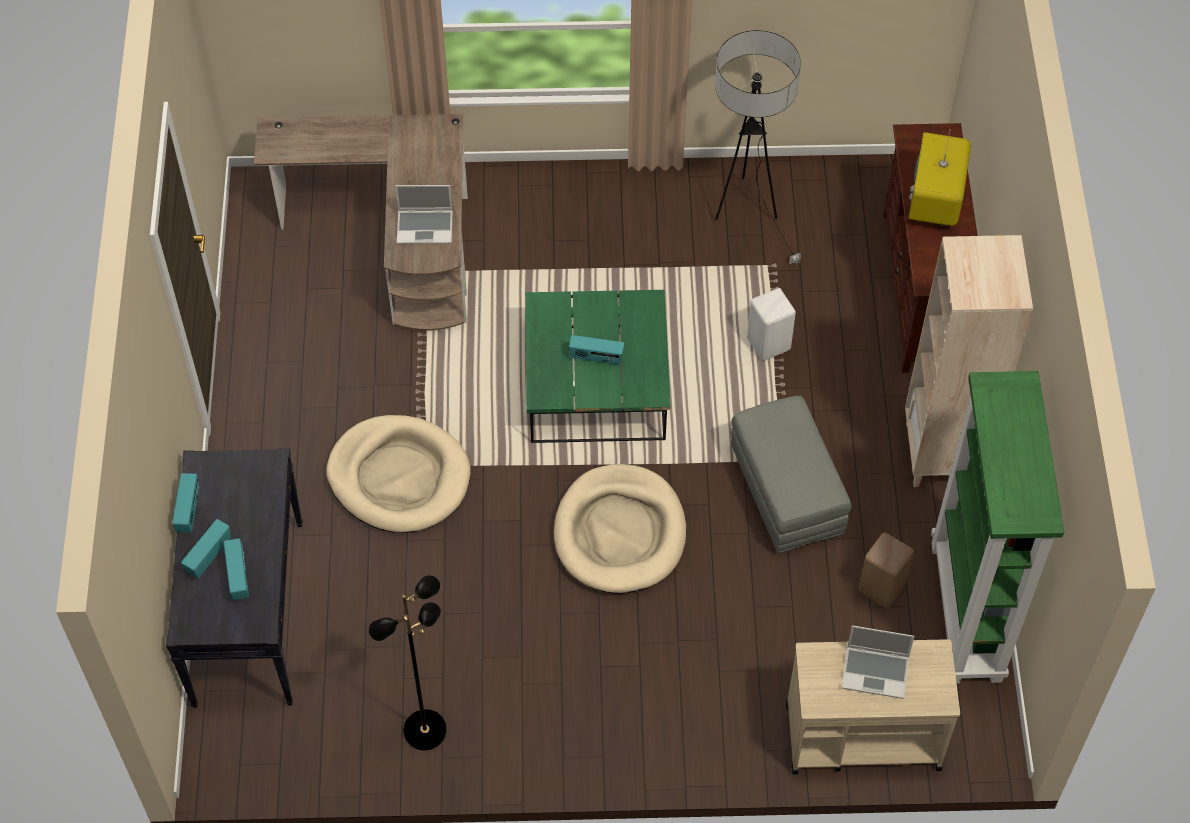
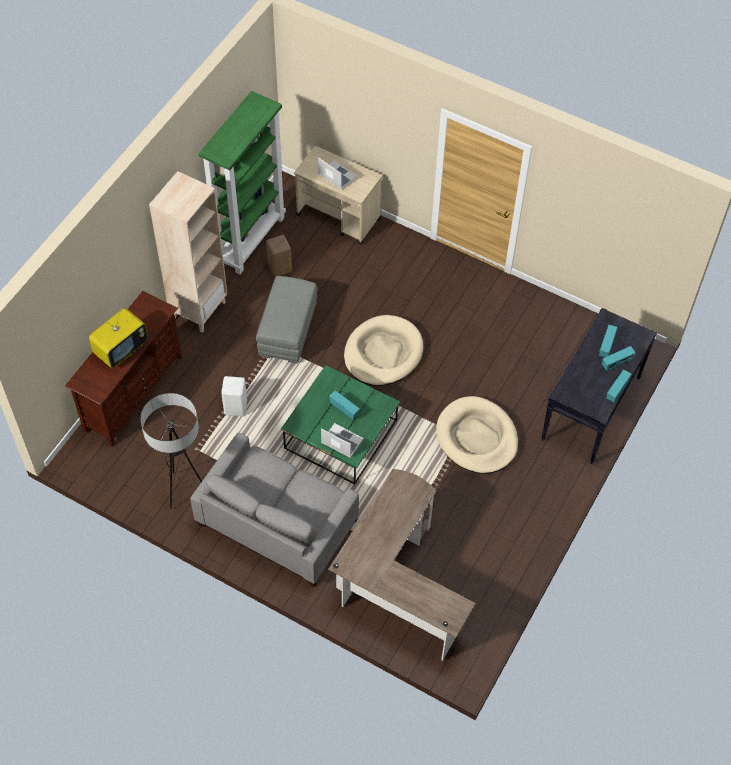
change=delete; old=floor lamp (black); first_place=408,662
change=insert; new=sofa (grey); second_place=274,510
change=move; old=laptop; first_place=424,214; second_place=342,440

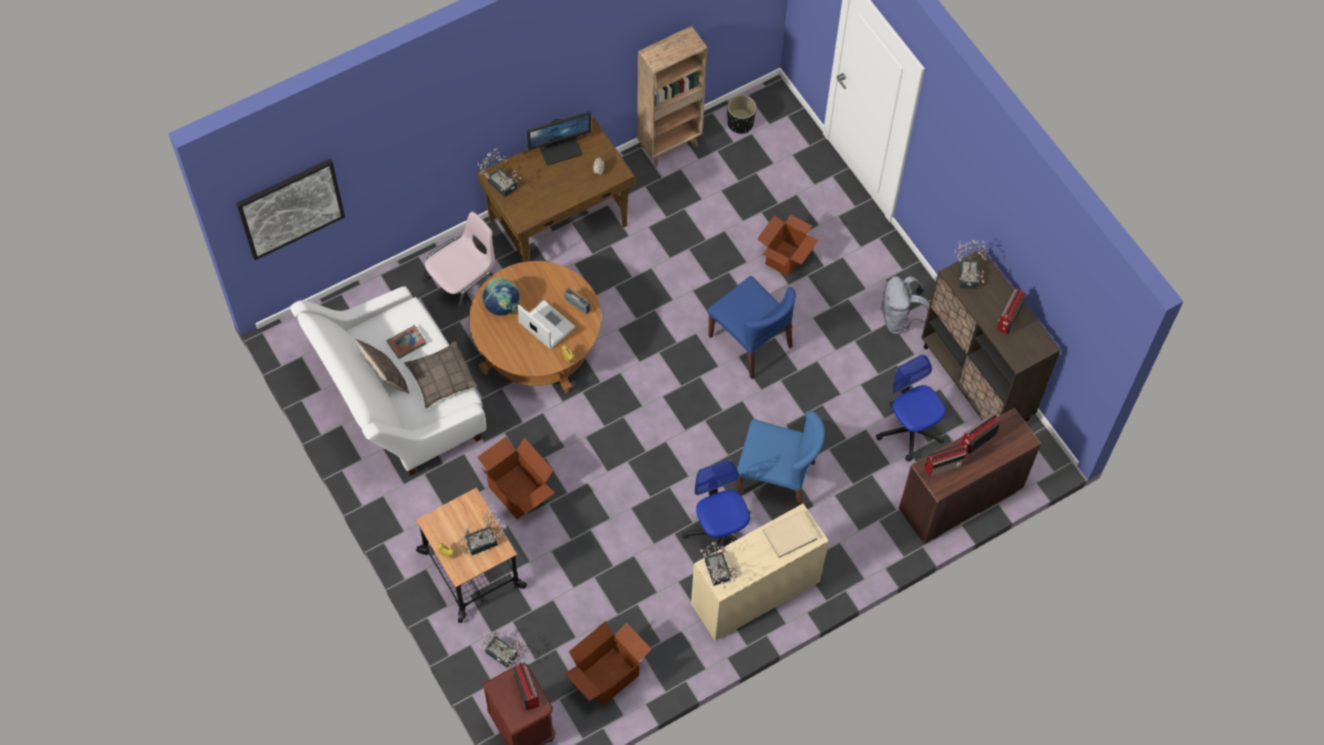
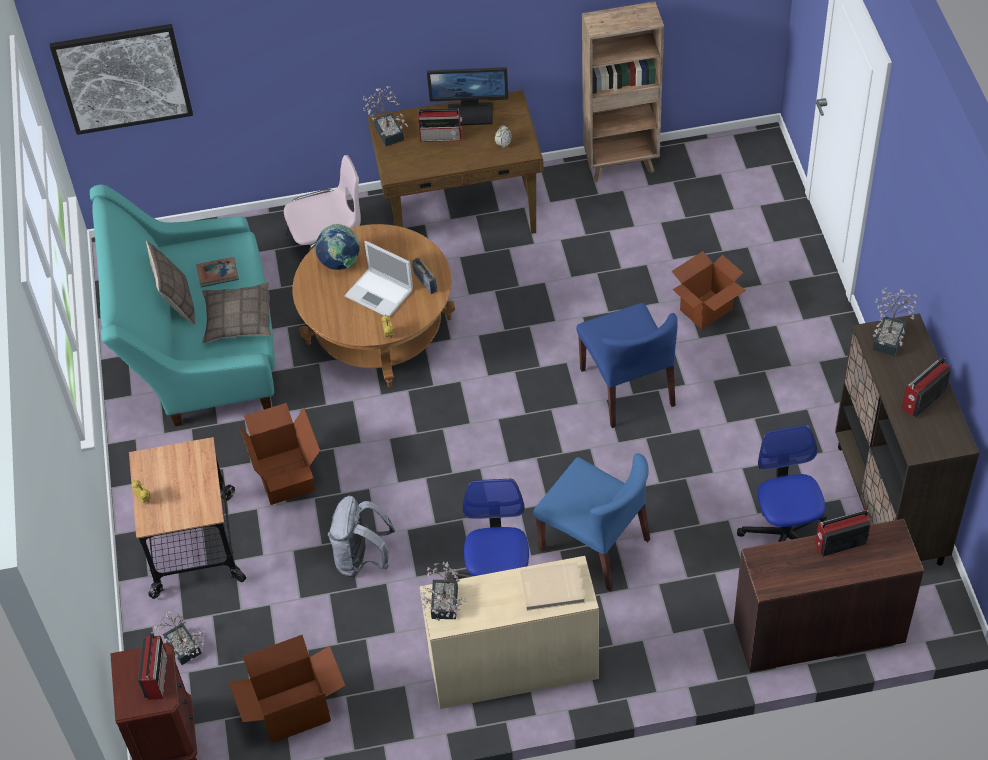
change=delete; old=potted plant; first_place=482,532
change=delete; old=planter (black); first_place=741,114
change=move; old=backpack (grey); first_place=905,305; second_place=361,536
change=move; old=radio; first_place=946,461; second_place=440,125
change=recolor; old=sofa (white); new=sofa (turquoise); first_place=388,381; second_place=182,305
change=rotate; old=laptop; first_place=546,324; second_place=378,278; degrees=150

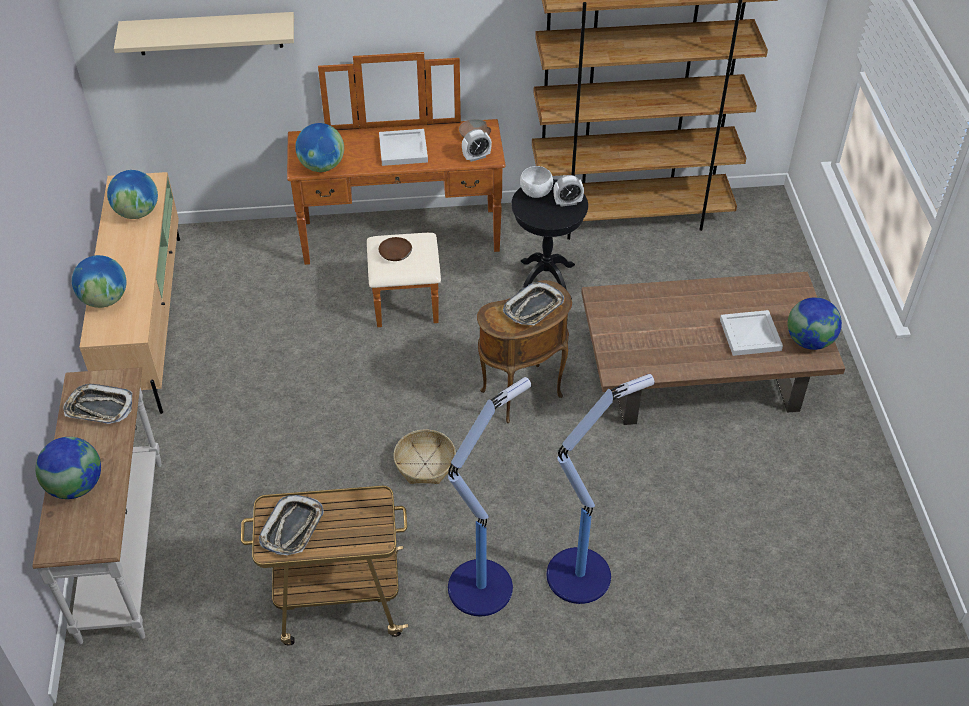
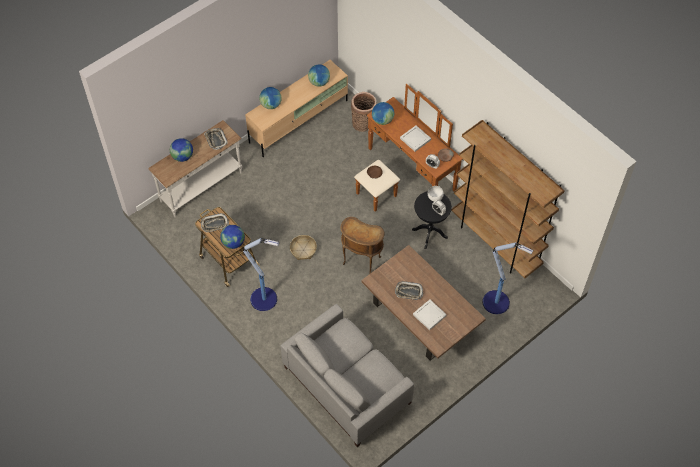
change=delete; old=shelf (beige); first_place=204,33
change=insert; new=sofa (grey); second_place=347,375
change=insert; new=basket; second_place=364,112
change=move; old=tray; first_place=533,303; second_place=409,290
change=move; old=floor lamp; first_place=601,489; second_place=508,278
change=move; old=globe; first_place=815,323; second_place=232,237

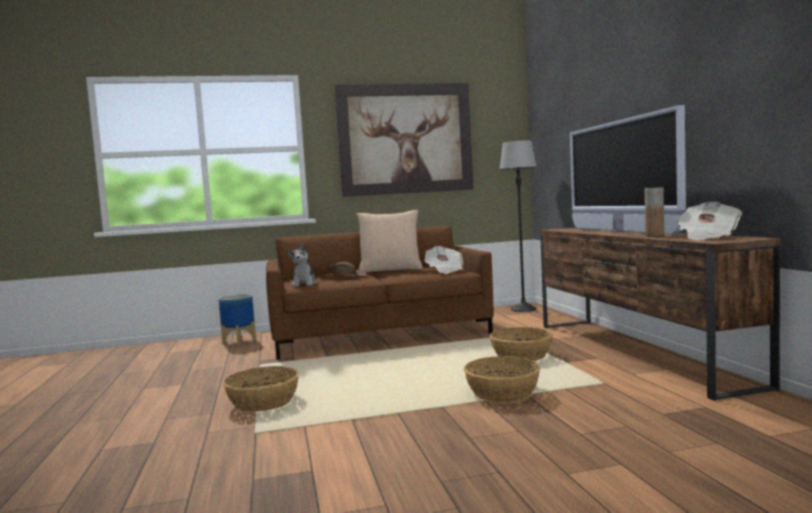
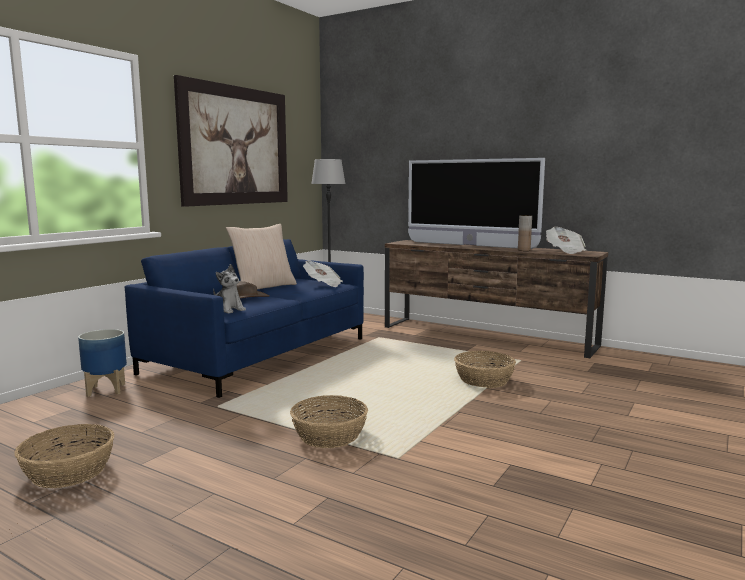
change=move; old=basket; first_place=520,344; second_place=64,456
change=recolor; old=sofa (brown); new=sofa (blue); first_place=380,293; second_place=244,318

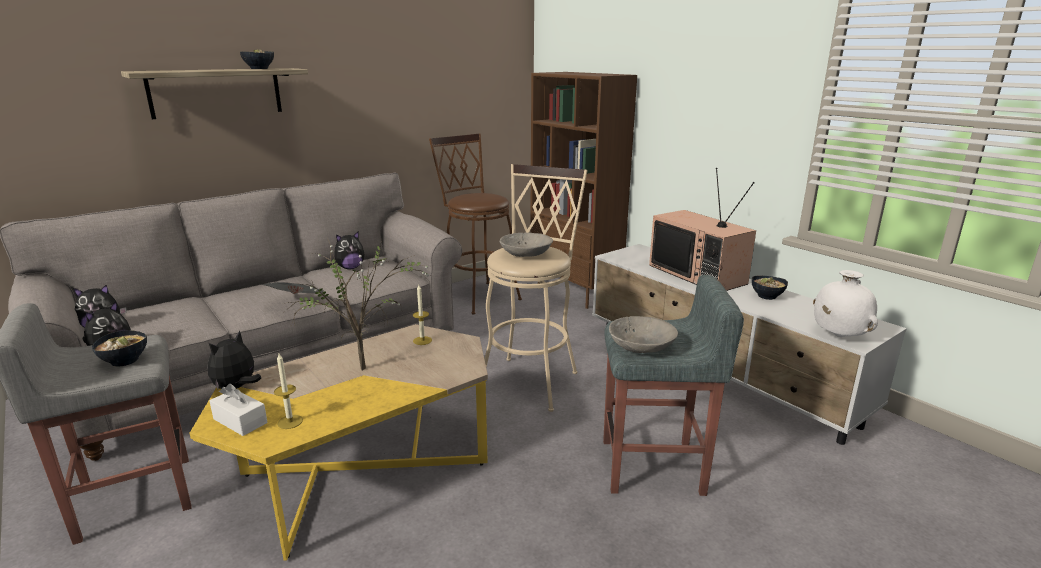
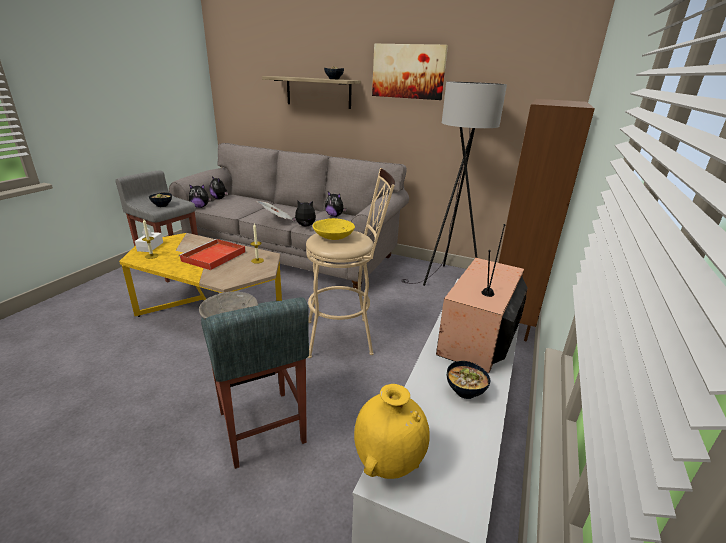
change=insert; new=picture; second_place=410,72
change=move; old=plush toy; first_place=234,360; second_place=304,213
change=replace; old=potted plant; new=tray (red); first_place=355,304; second_place=212,254
change=replace; old=stool (brown); new=floor lamp (grey); first_place=475,223; second_place=454,184
change=recolor; old=bowl (grey); new=bowl (yellow); first_place=526,245; second_place=334,229
change=recolor; old=vase (white); new=vase (yellow); first_place=845,303; second_place=392,431

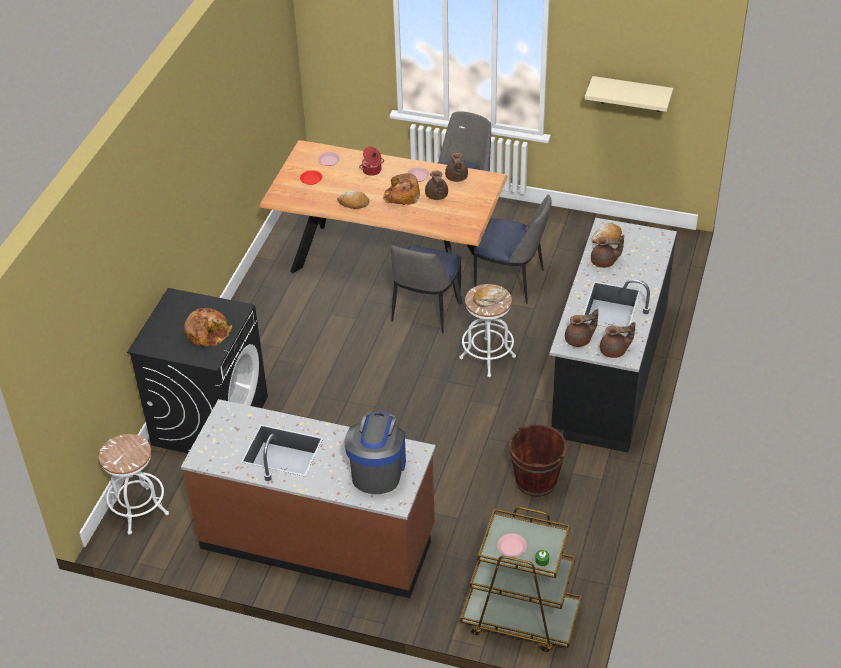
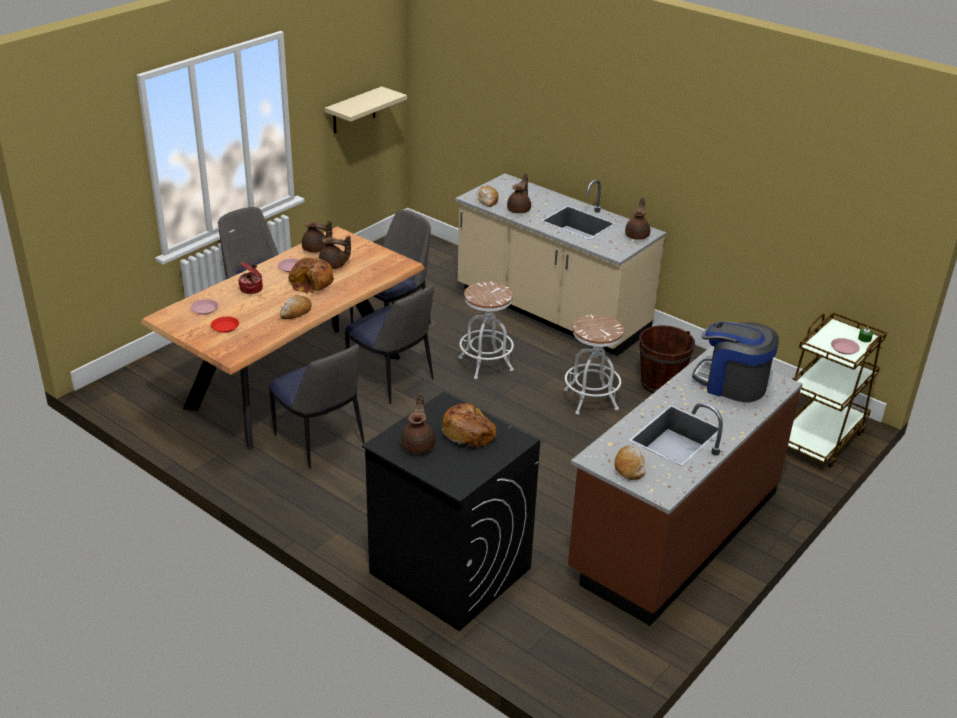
change=insert; new=chair; second_place=316,406
change=move; old=stool (white); first_place=134,484; second_place=594,365
change=move; old=bread; first_place=490,296; second_place=630,463
change=move; old=teapot (brown); first_place=581,328; second_place=418,423
change=recolor; old=counter (black); new=counter (beige); first_place=613,335; second_place=560,264

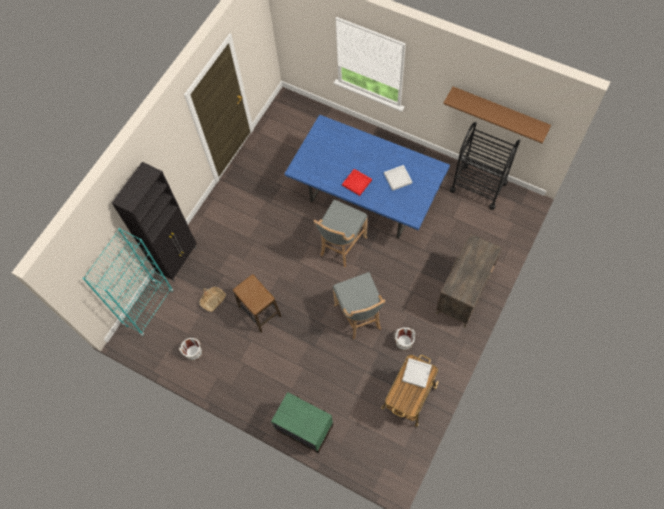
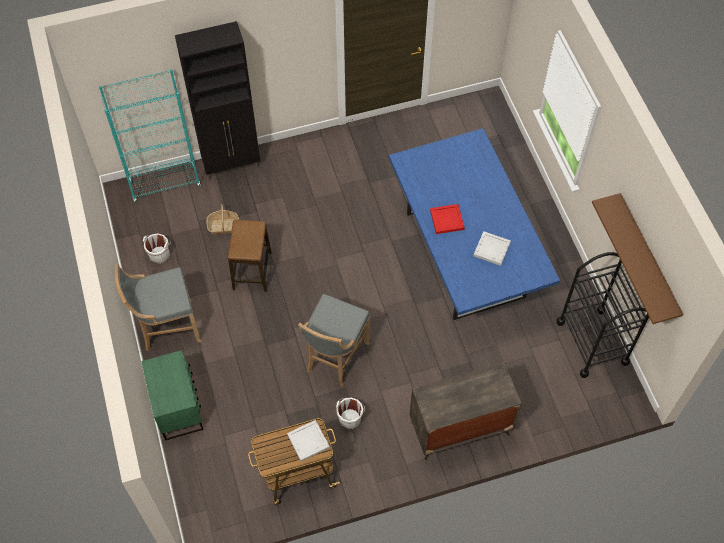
change=move; old=stool (grey); first_place=340,233; second_place=158,307

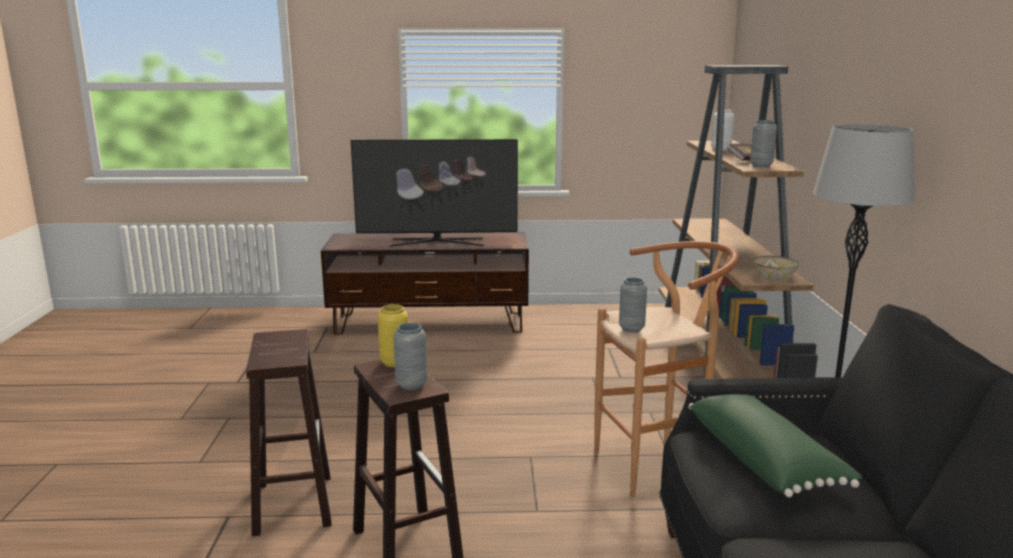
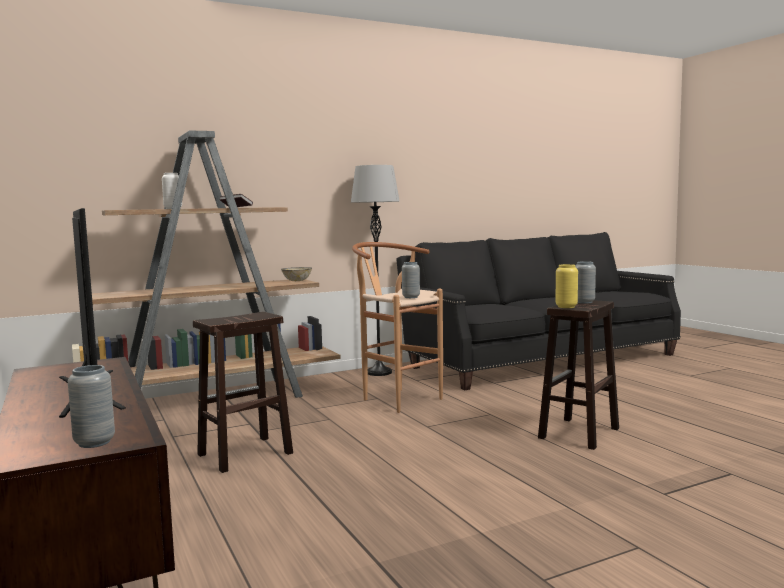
change=delete; old=pillow (green); first_place=775,445
change=move; old=stool (brown); first_place=289,432; second_place=243,392
change=move; old=vase (grey); first_place=763,143; second_place=91,406

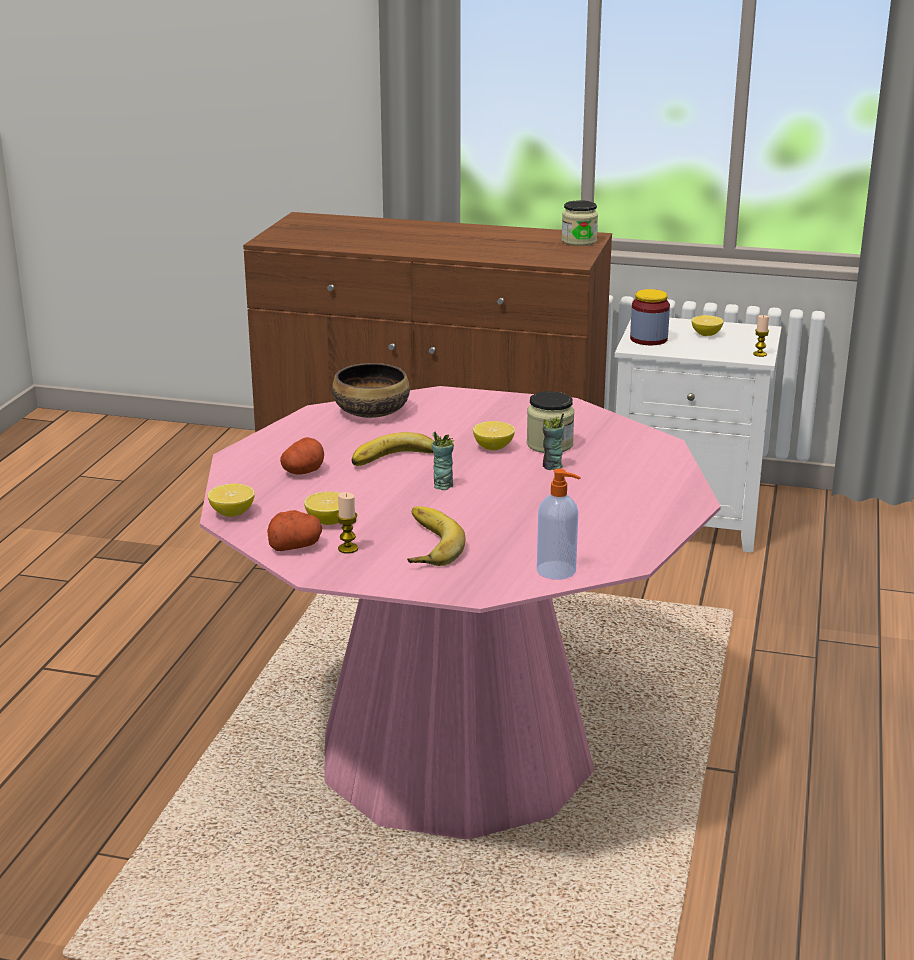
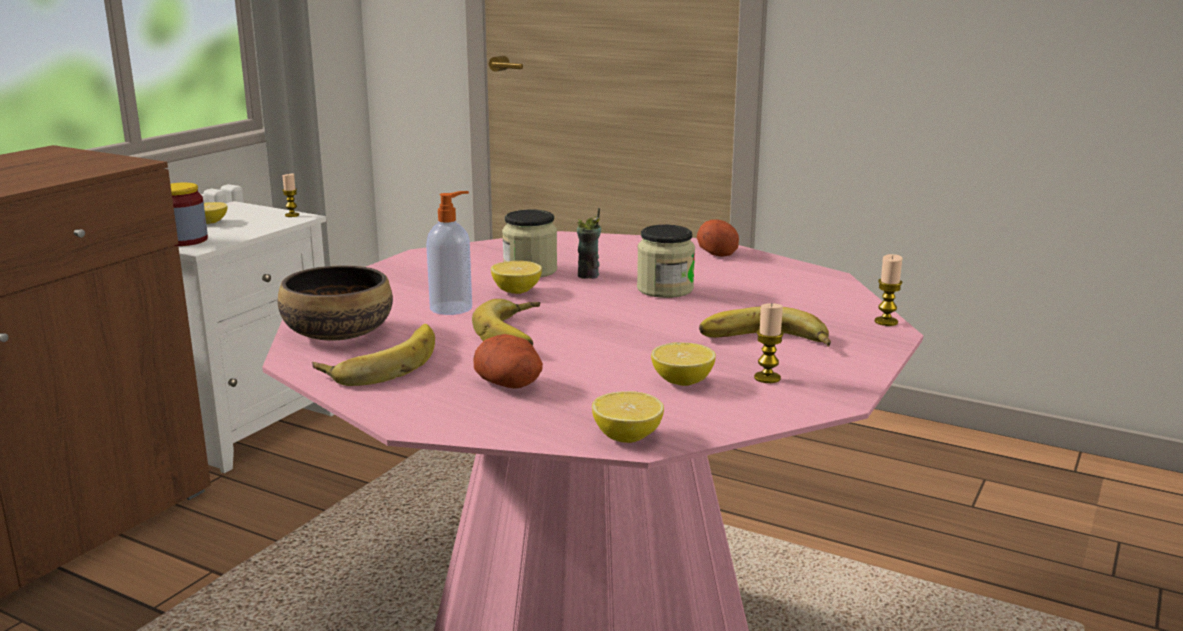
change=delete; old=cup; first_place=443,460
change=insert; new=banana; second_place=373,355
change=insert; new=candle; second_place=889,290
change=move; old=potato; first_place=294,530; second_place=718,238
change=move; old=soap dispenser; first_place=559,524; second_place=449,253
change=move; old=jar; first_place=579,223; second_place=666,261

